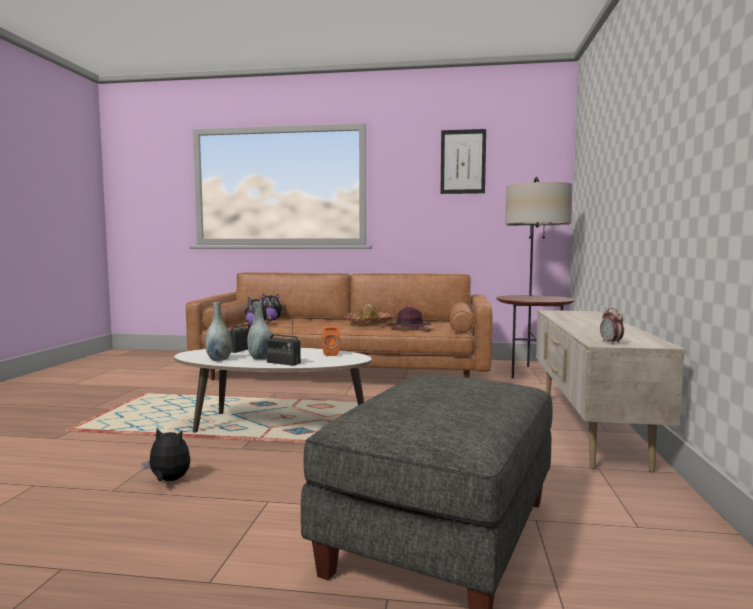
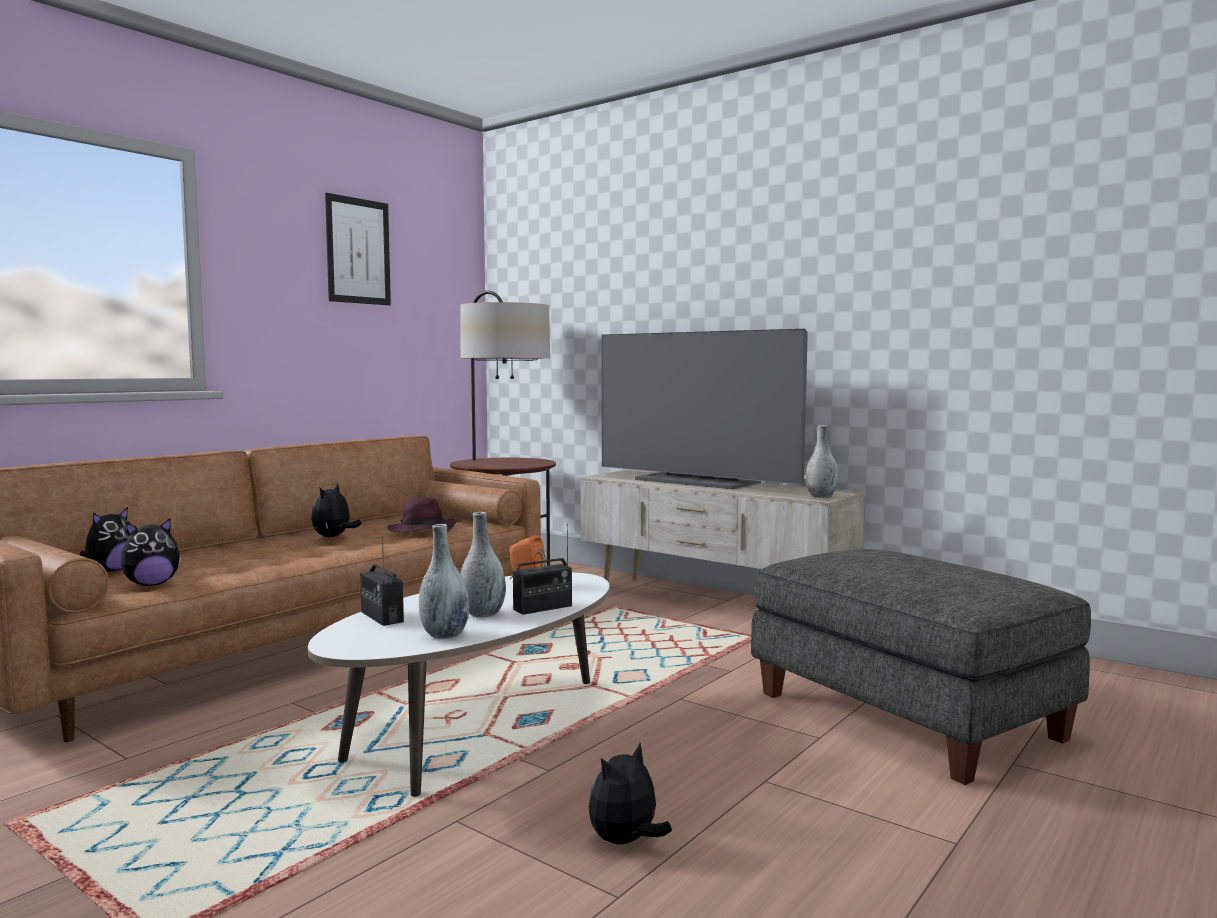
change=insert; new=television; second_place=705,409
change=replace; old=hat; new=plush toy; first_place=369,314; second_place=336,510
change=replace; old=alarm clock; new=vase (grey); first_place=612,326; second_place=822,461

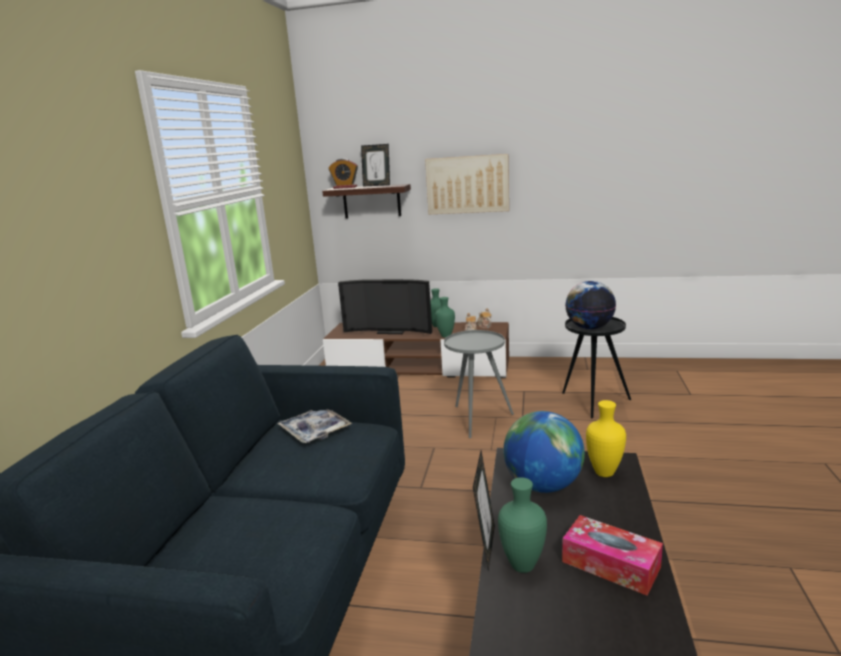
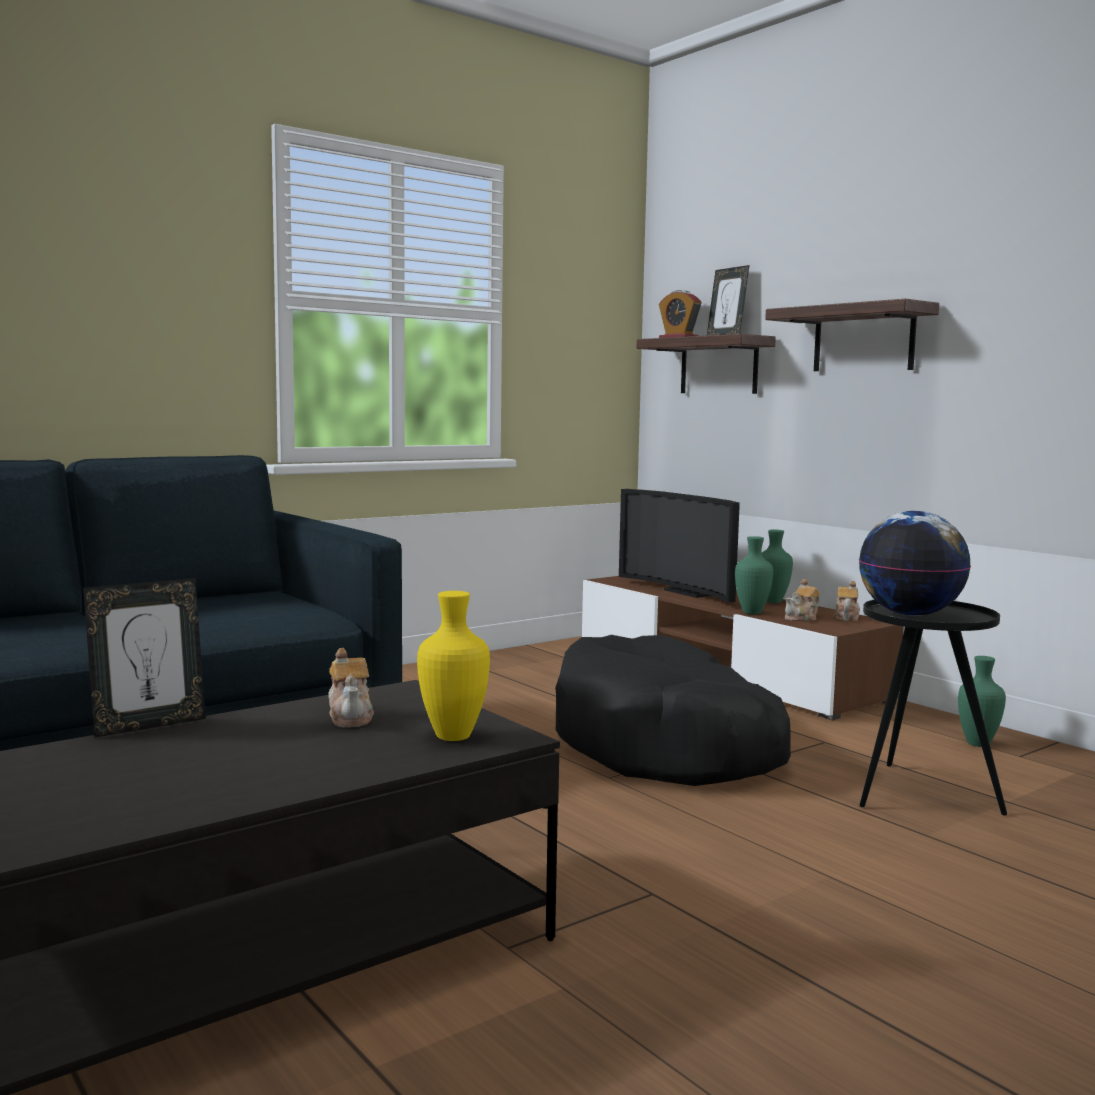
change=delete; old=tray; first_place=314,426
change=delete; old=tissue box; first_place=612,555
change=move; old=vase (green); first_place=522,525; second_place=982,701
change=replace; old=picture; new=shelf; first_place=467,184; second_place=852,335
change=replace; old=side table (grey); new=dog bed (black); first_place=479,384; second_place=673,710
change=replace; old=globe; new=teapot; first_place=544,452; second_place=351,688

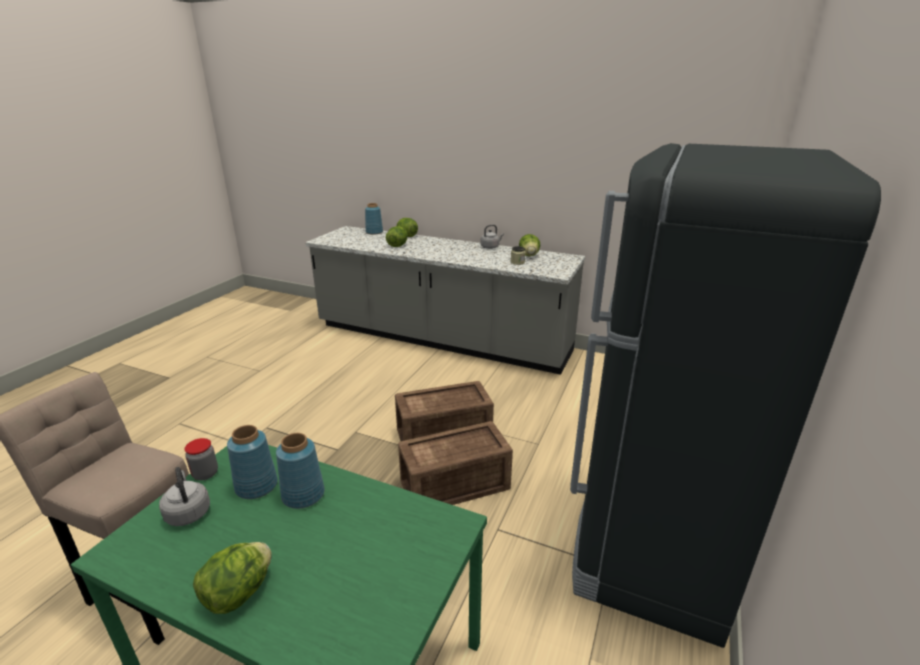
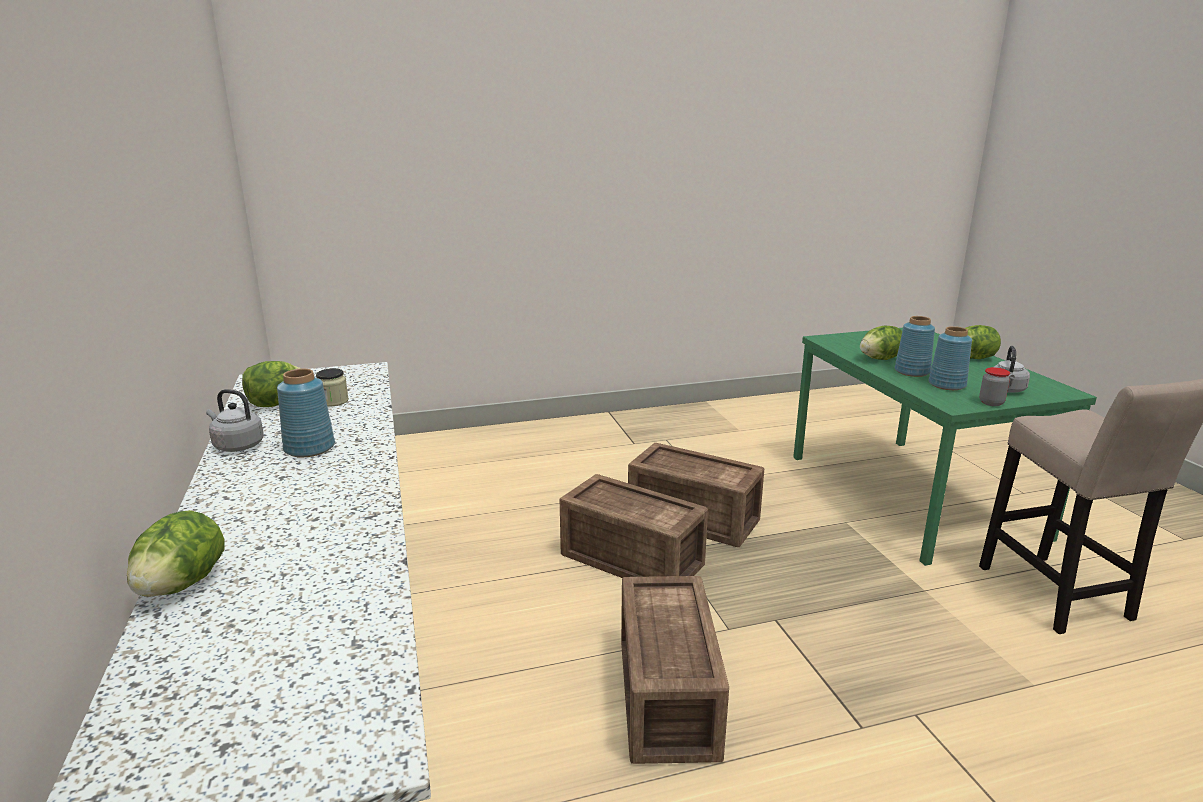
change=delete; old=fridge (black); first_place=725,395
change=insert; new=crate; second_place=675,670
change=move; old=vase (blue); first_place=374,219; second_place=306,413
change=move; old=lettuce; first_place=397,236; second_place=881,343

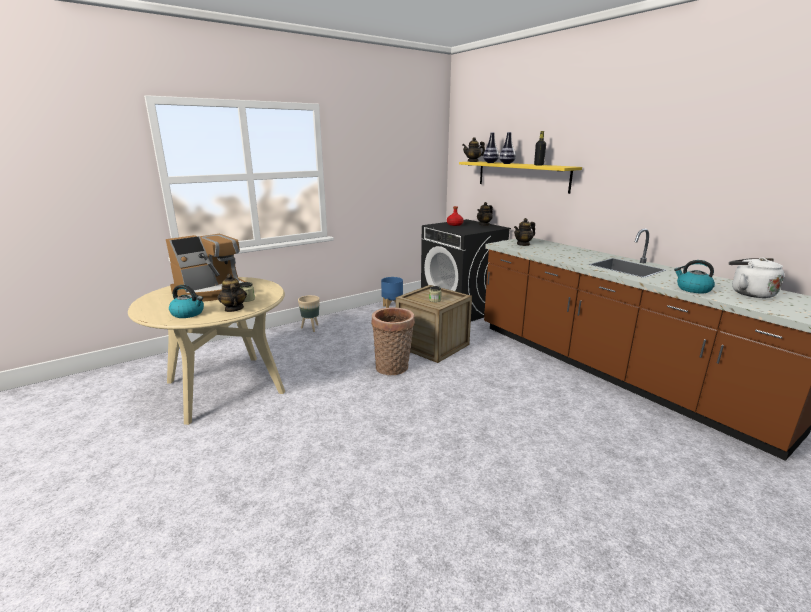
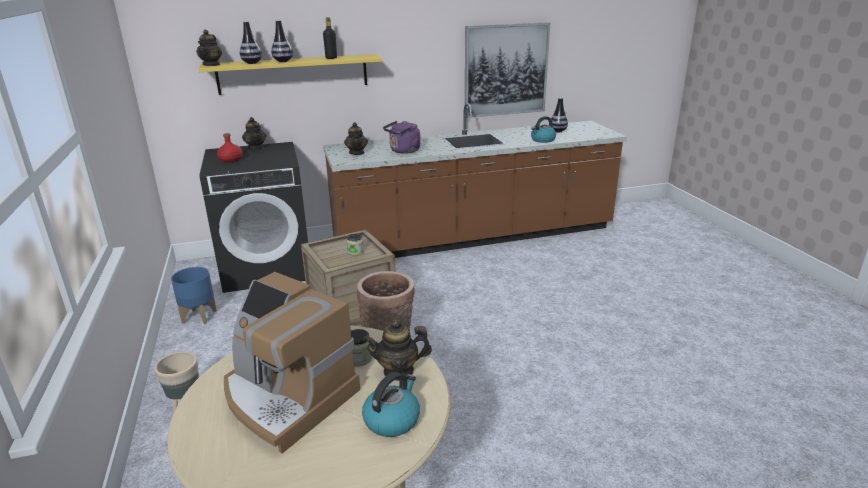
change=insert; new=kettle (purple); second_place=401,137
change=insert; new=picture; second_place=507,70
change=replace; old=kettle (white); new=vase; first_place=757,277; second_place=559,115
change=rotate; old=coffee machine; first_place=206,268; second_place=292,363; degrees=150

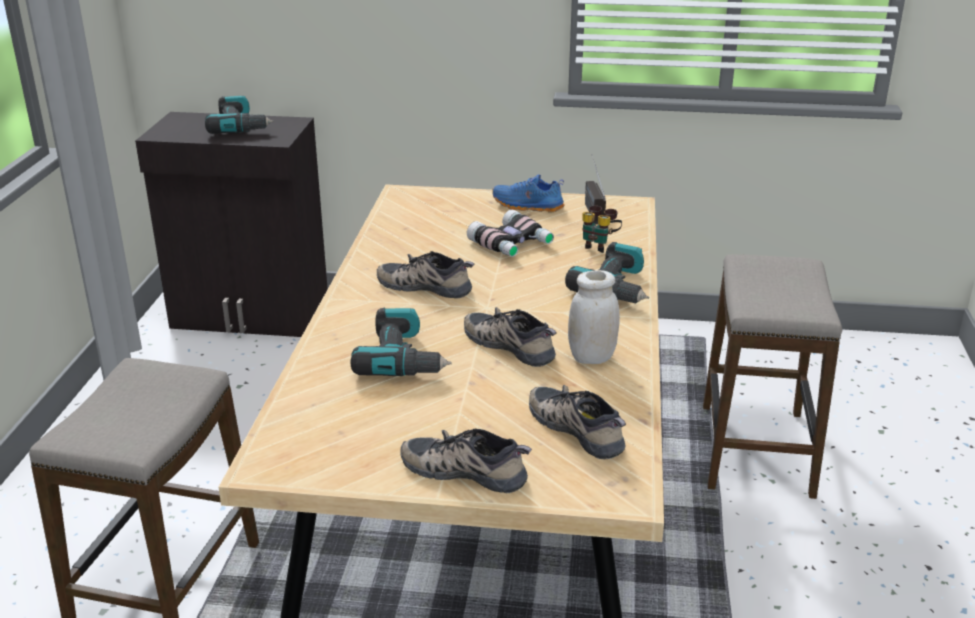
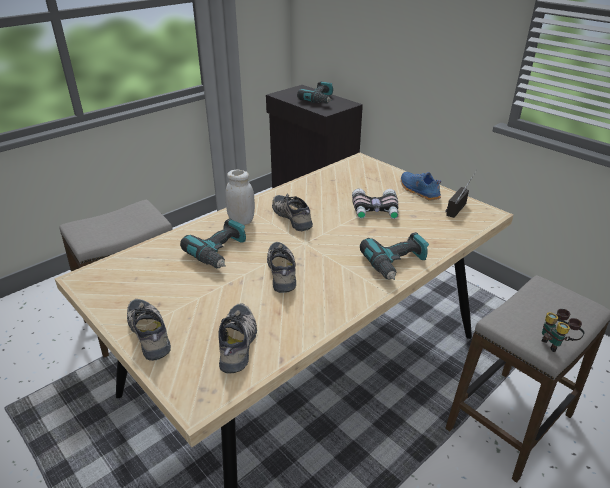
change=move; old=jar (white); first_place=594,317; second_place=240,197
change=move; old=binoculars; first_place=602,229; second_place=563,330

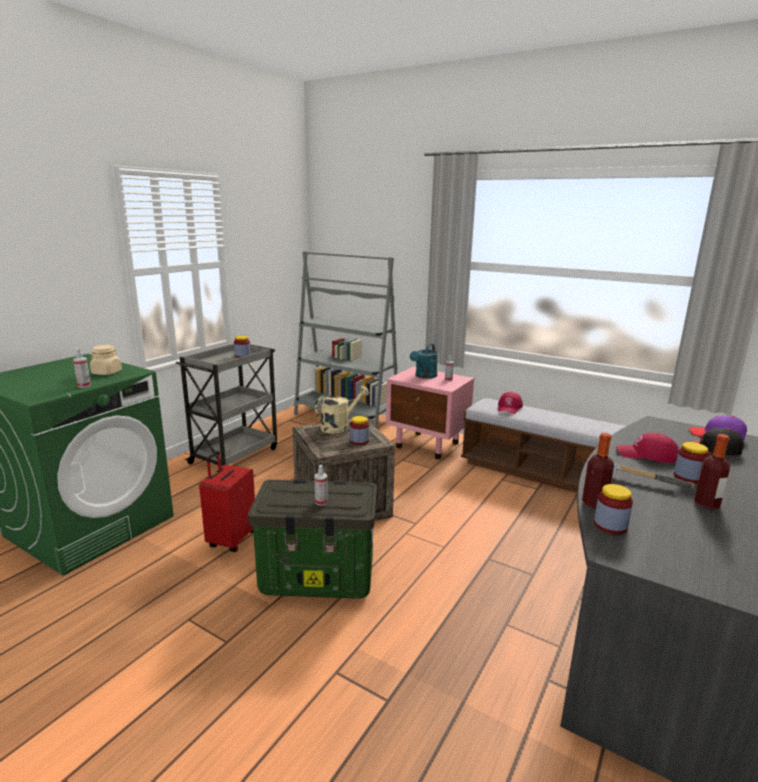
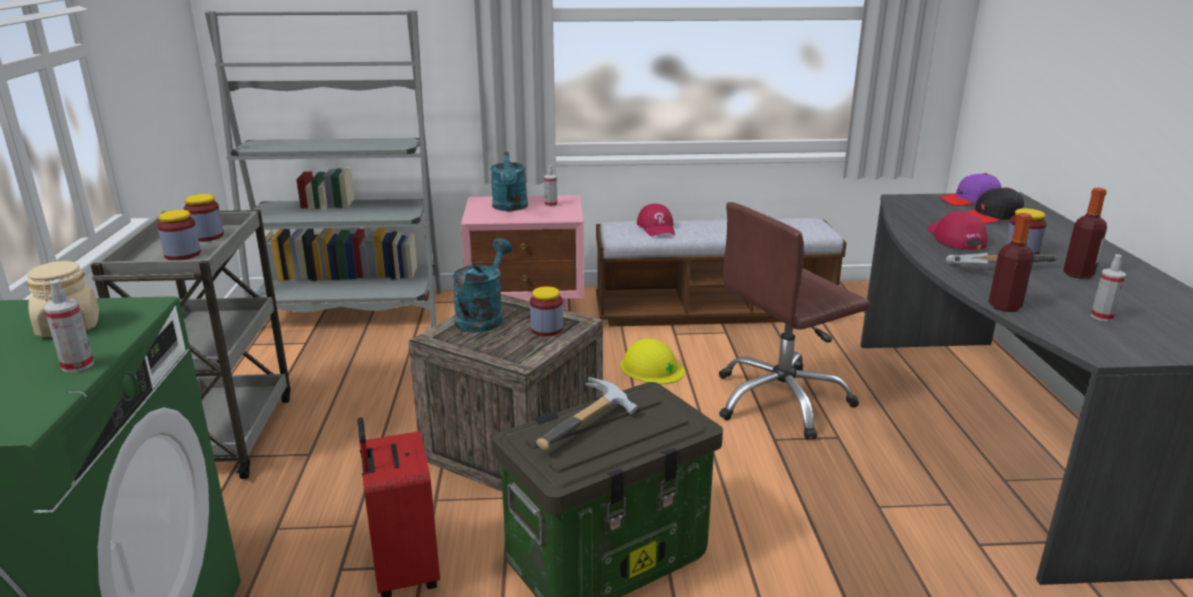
change=insert; new=hammer; second_place=587,414
change=insert; new=hard hat (yellow); second_place=652,361
change=insert; new=office chair (brown); second_place=794,321
change=move; old=spray bottle; first_place=321,485; second_place=1108,287
change=move; old=jar; first_place=613,509; second_place=179,235
change=recolor; old=watering can (beige); new=watering can (turquoise); first_place=342,410; second_place=482,285
change=rotate; old=cap (red); first_place=647,448; second_place=958,230; degrees=105

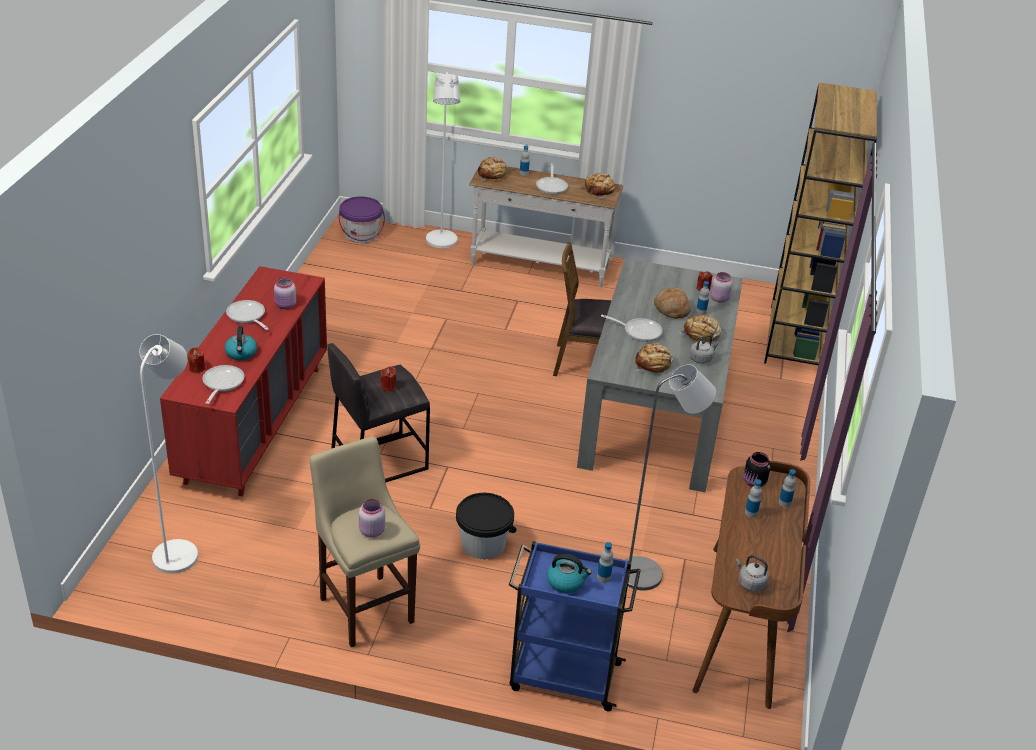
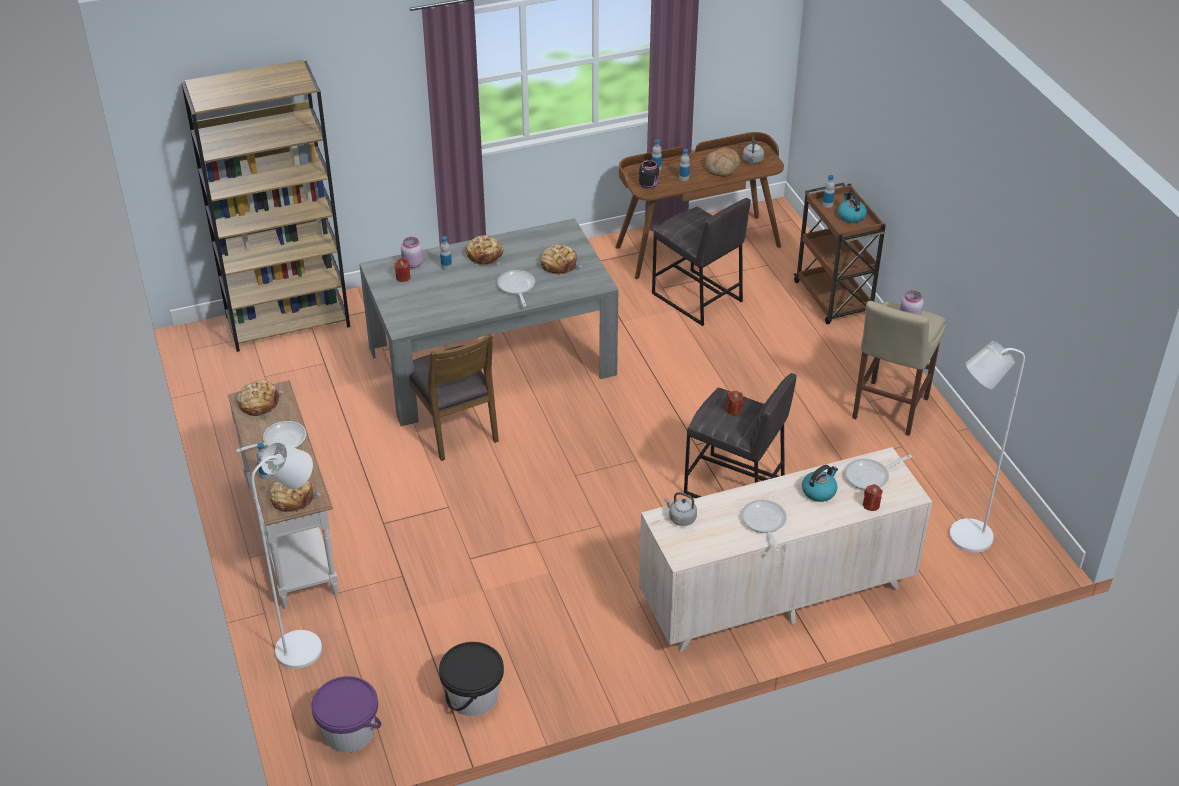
change=delete; old=jar (pink); first_place=285,293
change=move; old=bucket (black); first_place=486,526; second_place=471,679
change=move; old=bread; first_place=672,303; second_place=722,162
change=move; old=kettle (grey); first_place=704,349; second_place=680,509
change=replace; old=floor lamp (grey); new=stool (grey); first_place=670,478; second_place=701,262
change=recolor; old=dresser (red); new=dresser (beige); first_place=243,381; second_place=785,549
change=recolor; old=cart (blue); new=cart (brown); first_place=575,626; second_place=840,253
change=rotate; old=frying pan; first_place=247,315; second_place=764,526; degrees=150

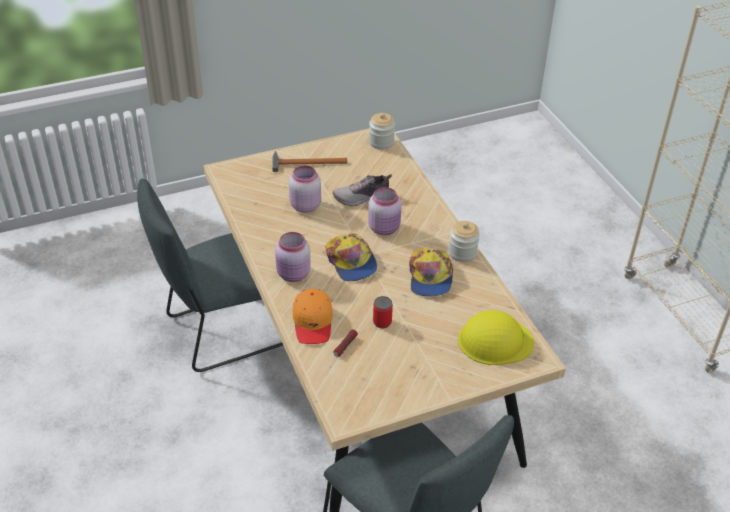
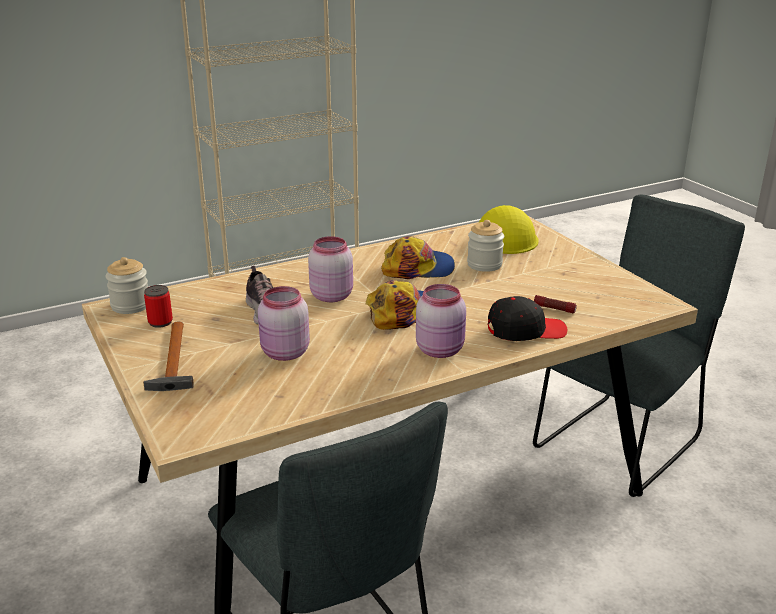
change=move; old=can; first_place=383,312; second_place=158,306
change=move; old=jar; first_place=464,241; second_place=485,246
change=recolor; old=cap (orange); new=cap (black); first_place=313,316; second_place=527,318

